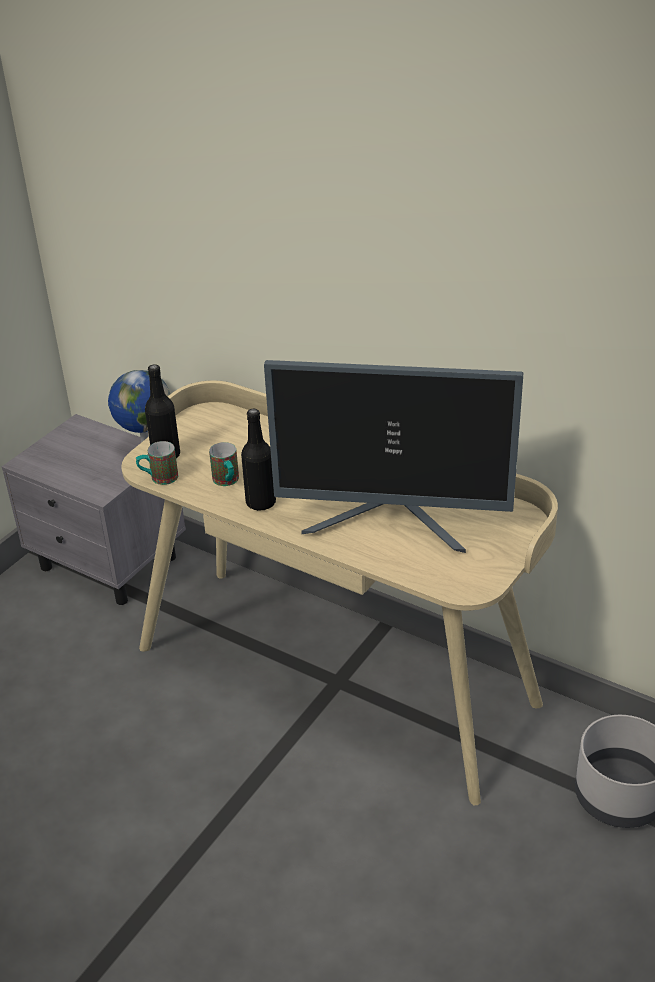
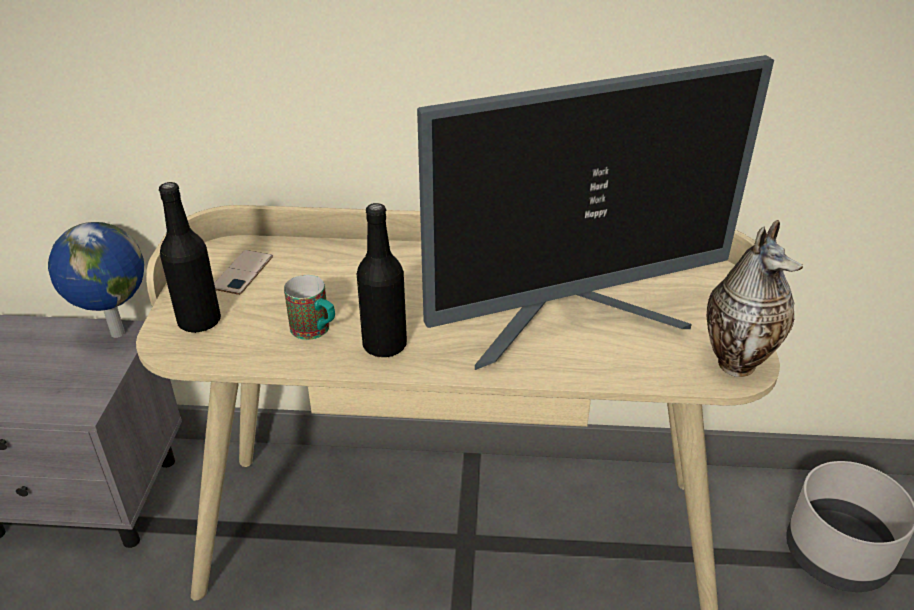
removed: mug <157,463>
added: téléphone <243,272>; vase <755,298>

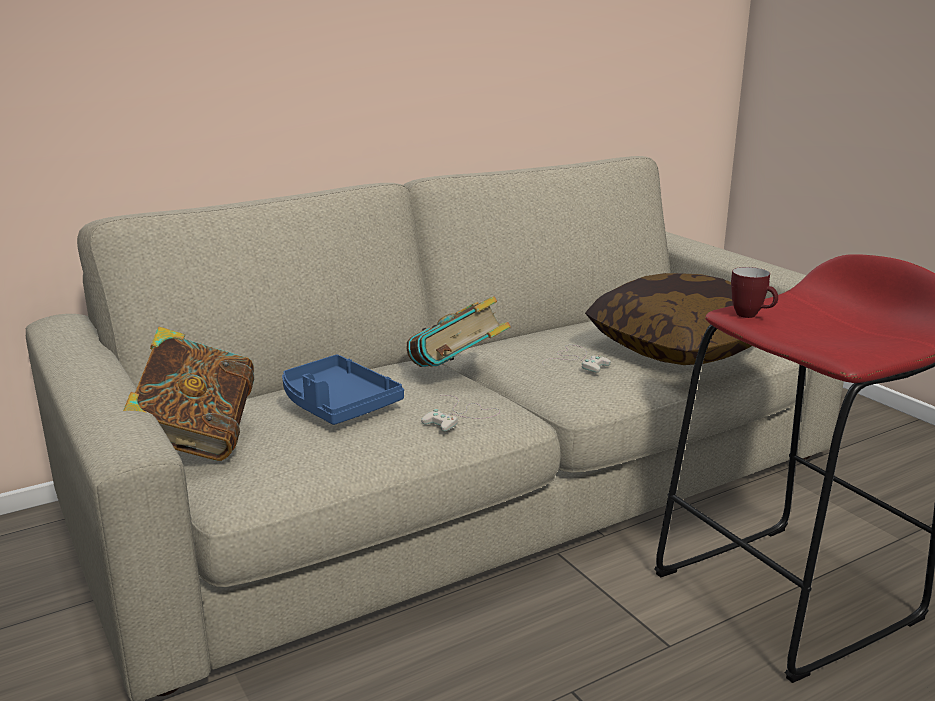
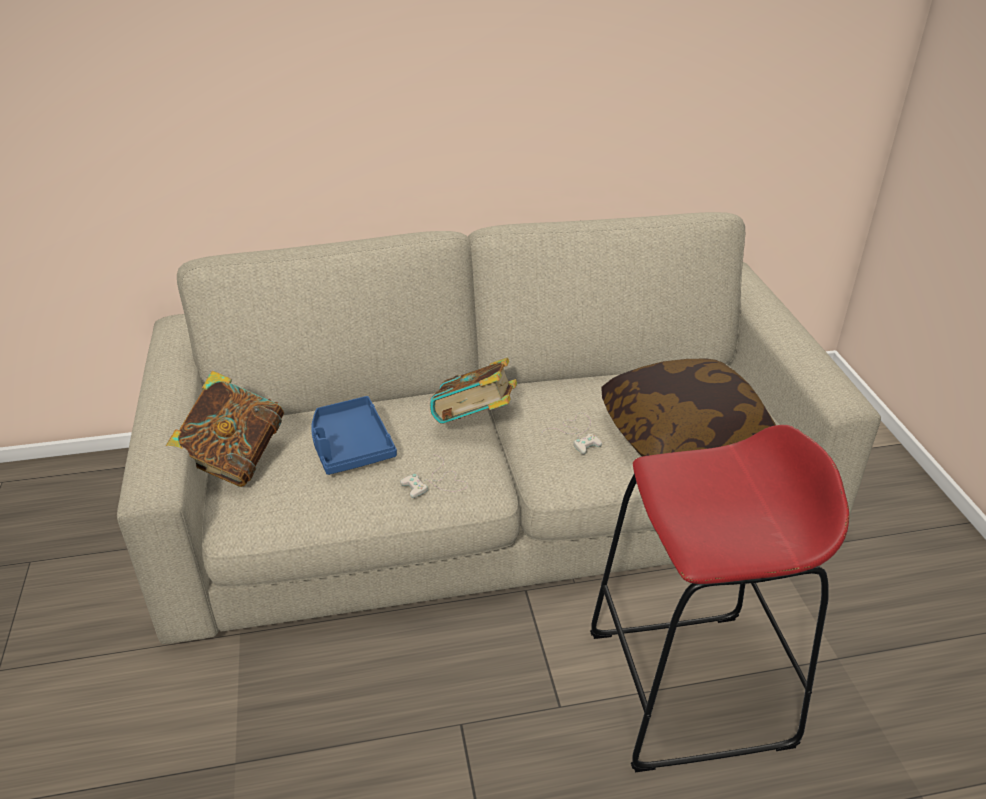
removed: mug <754,292>

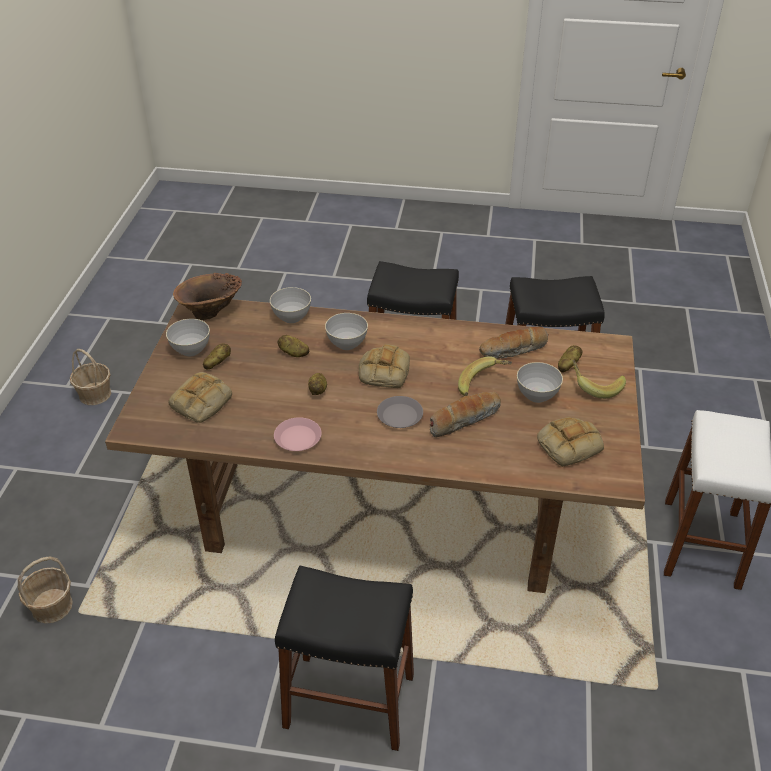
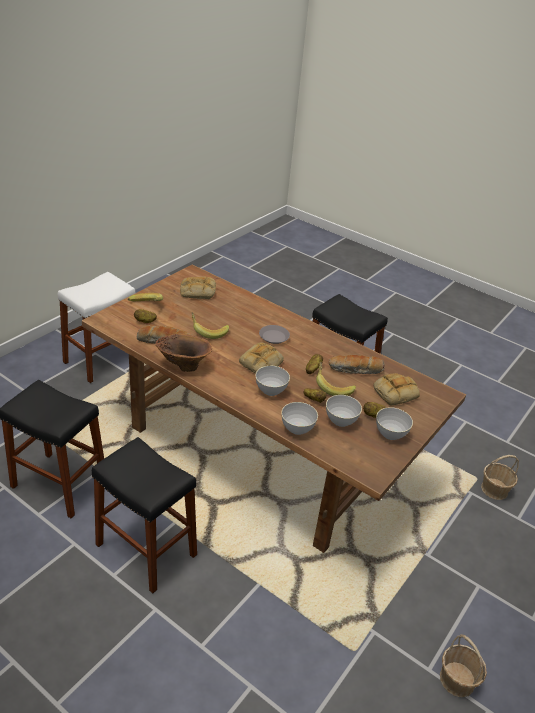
removed: assiette (rose) <298,434>
added: banane <336,379>
moved: vase (marron) <207,296> to <184,353>; pain <465,414> to <357,364>; bol (gris) <540,382> to <344,411>

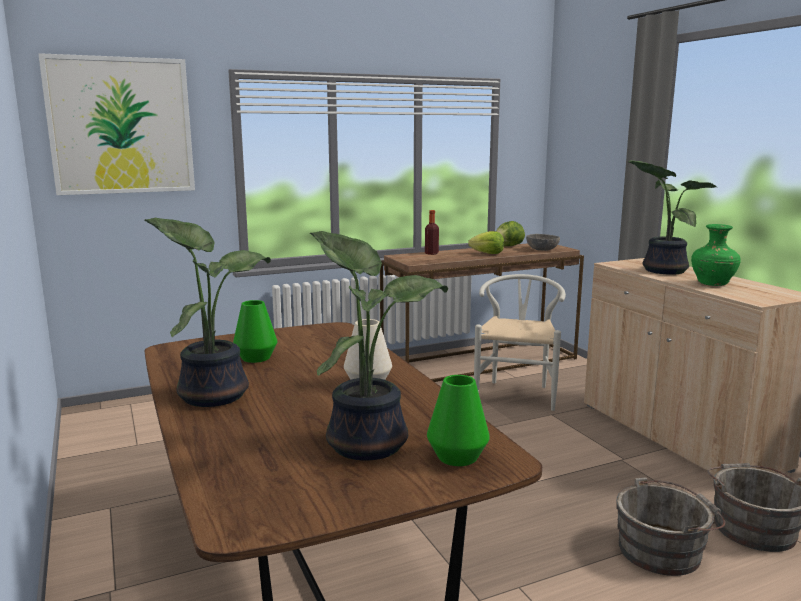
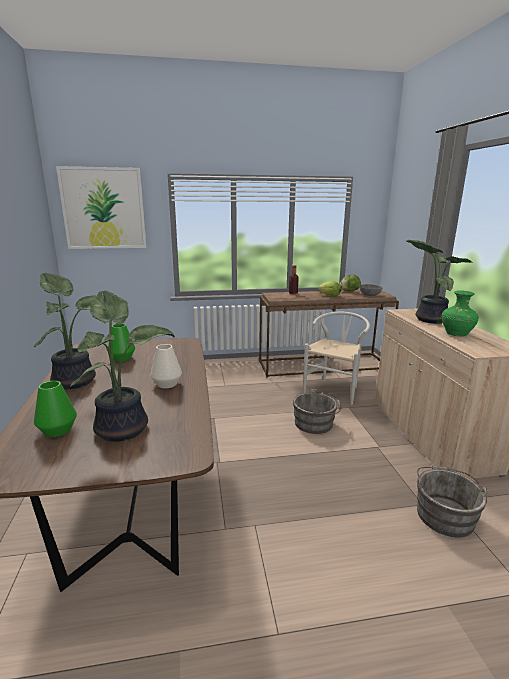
moved: vase (vert) <458,420> to <55,409>; seau (gris) <670,526> to <317,411>

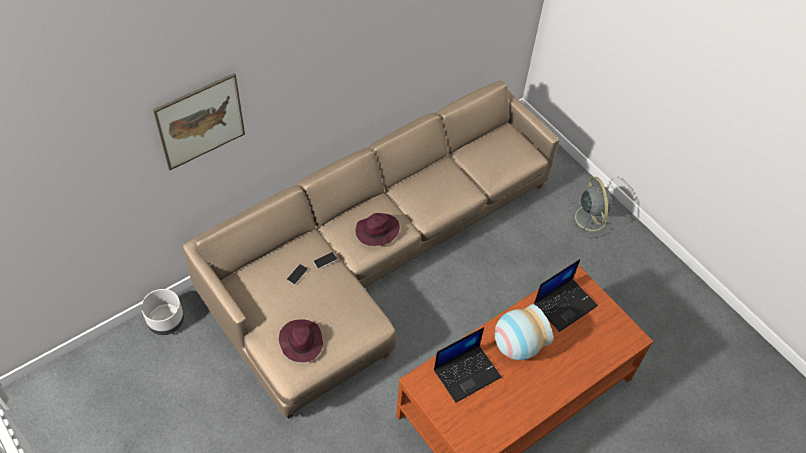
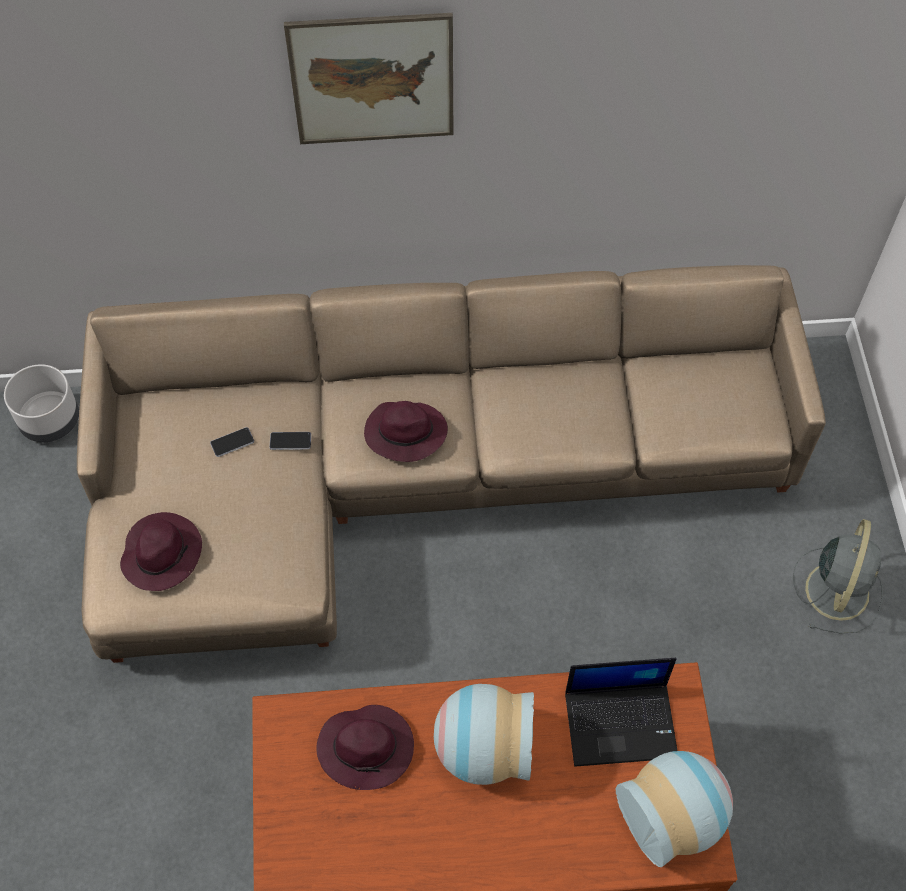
added: vase <674,809>
moved: tableau <199,121> to <368,78>
replaced: ordinateur portable <467,365> to chapeau (violet) <365,747>

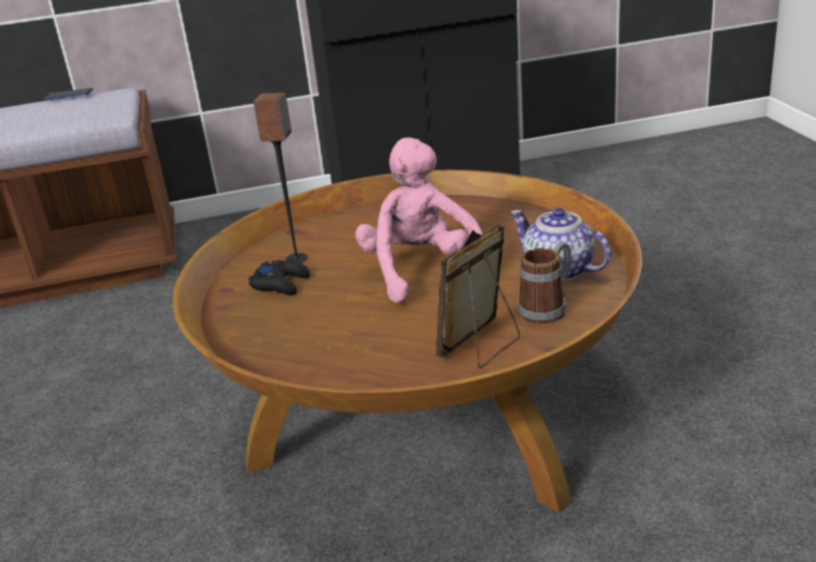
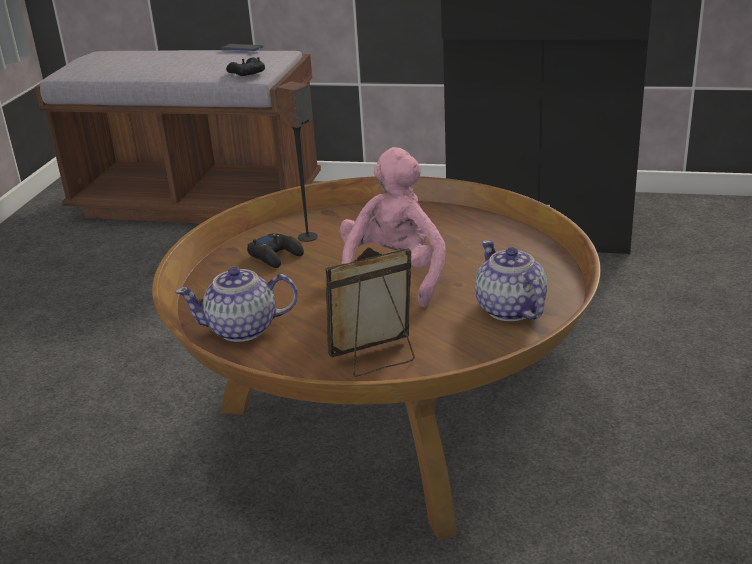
removed: mug <544,283>
added: théière <236,304>; manette (noir) <245,66>

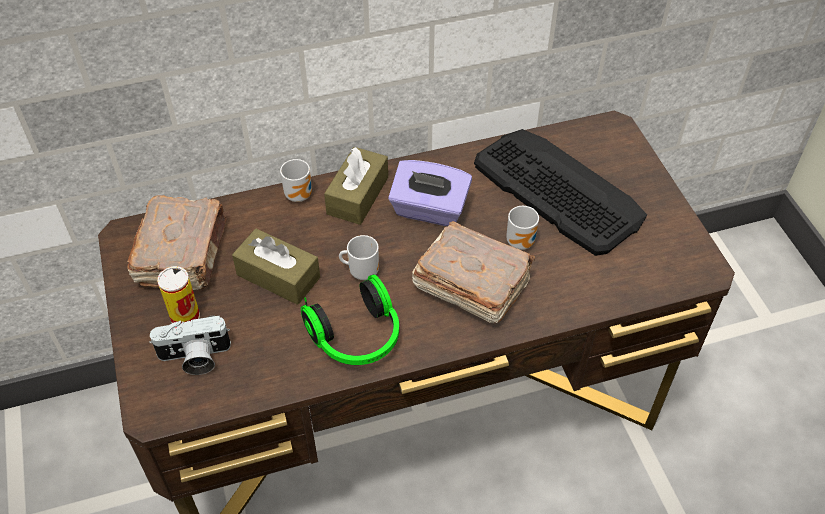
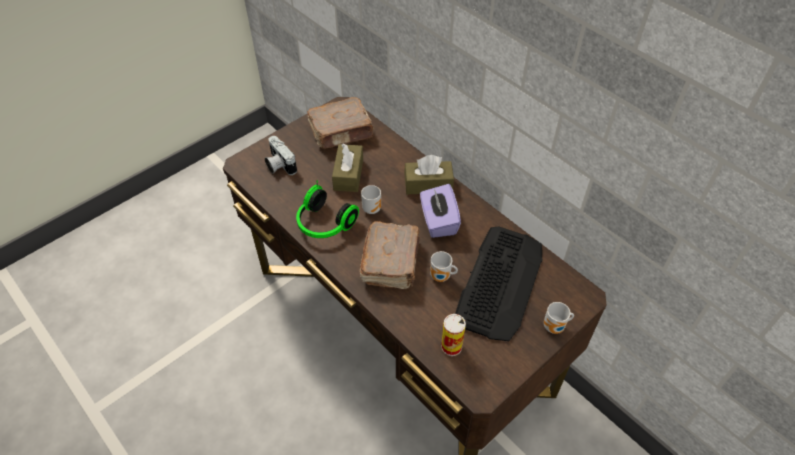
moved: boîte métallique <178,294> to <453,335>; mug <296,180> to <559,318>

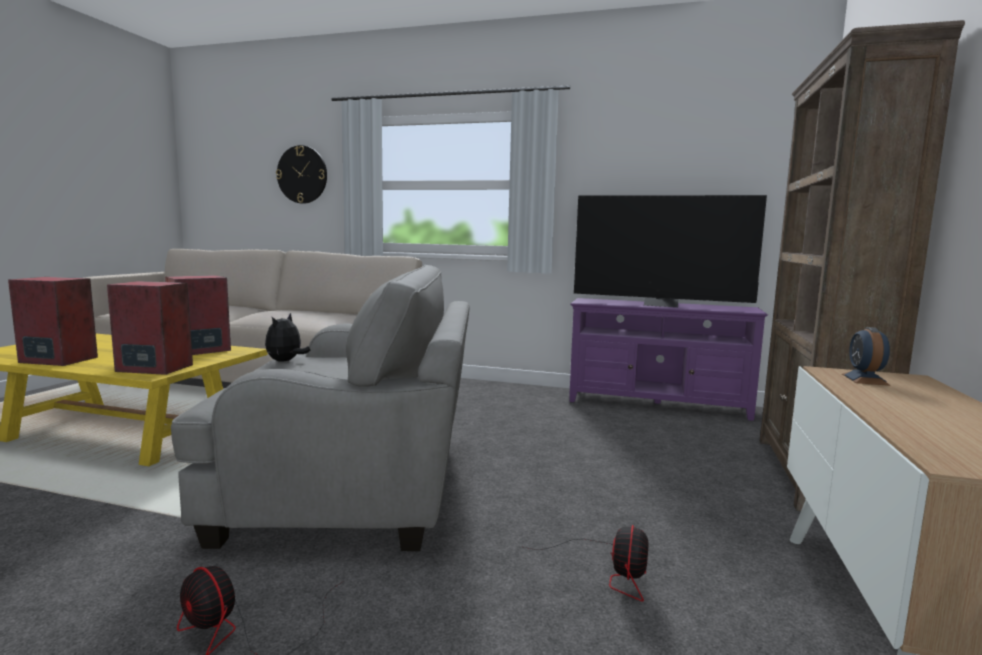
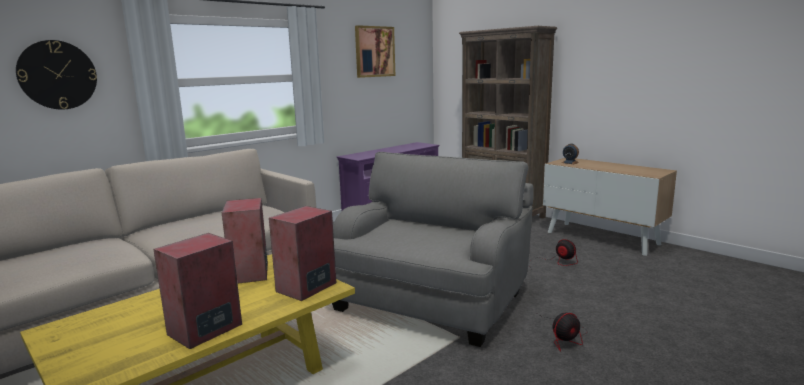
removed: peluche <287,337>; téléviseur <670,251>
added: tableau <375,51>

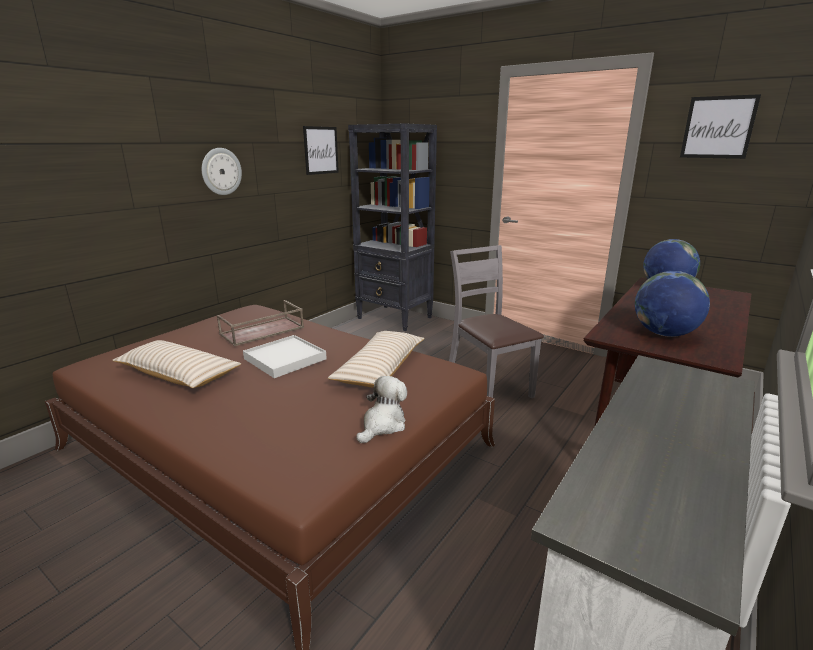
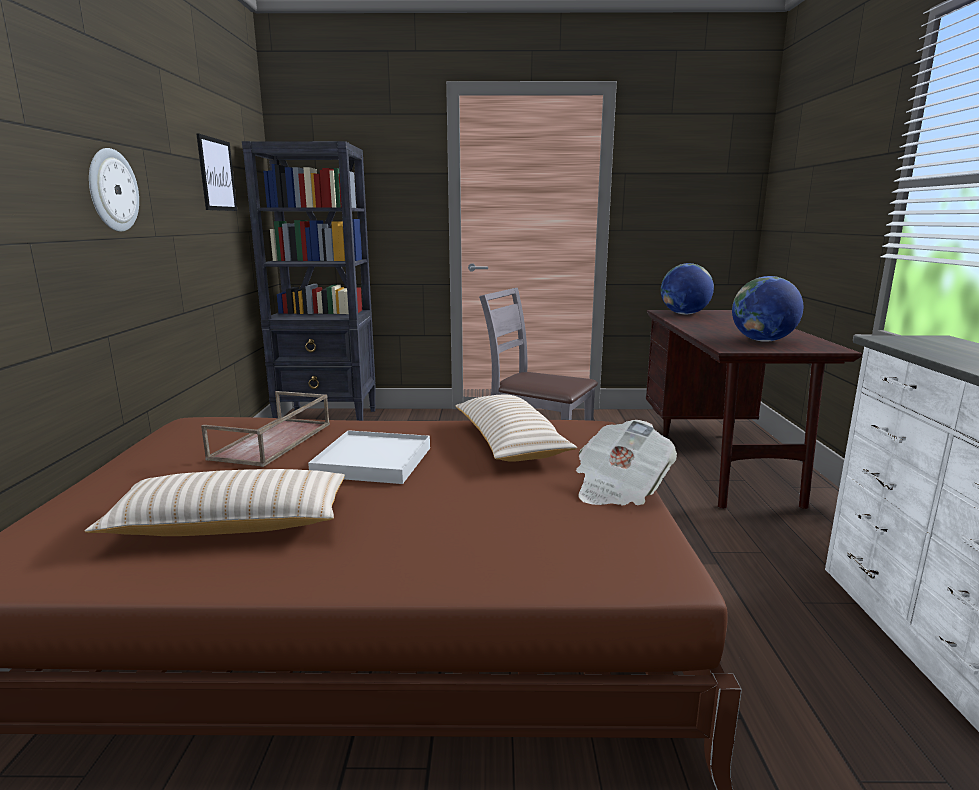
removed: tableau <720,126>
replaced: peluche <381,409> to journal <626,462>

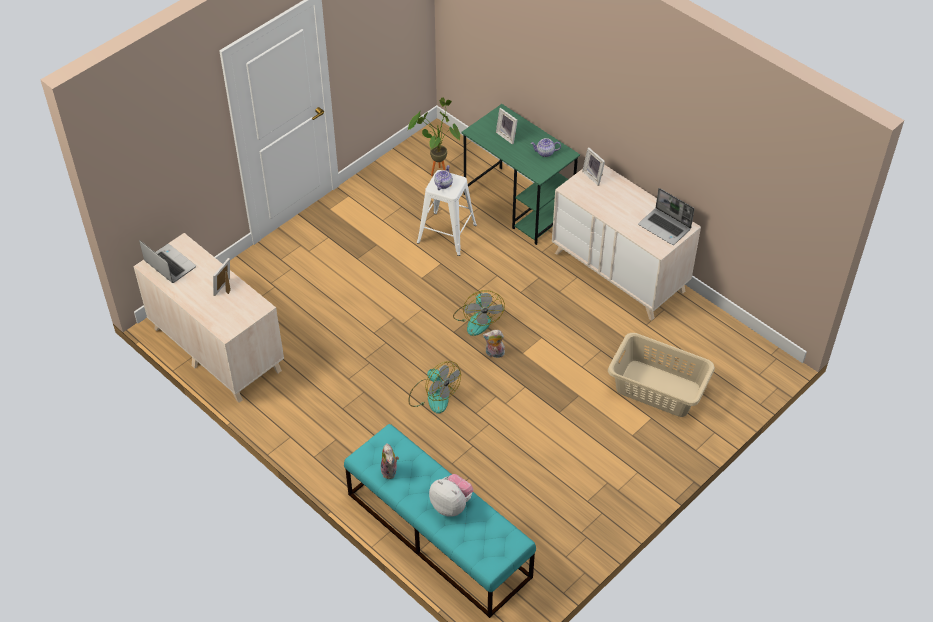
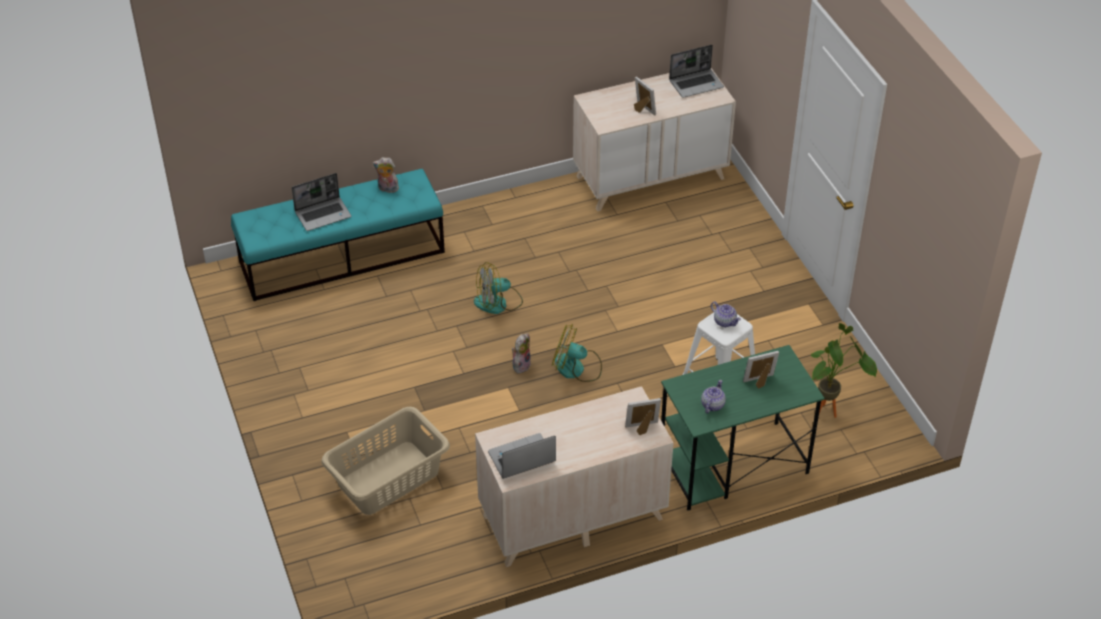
replaced: peluche <451,495> to ordinateur portable <322,202>

